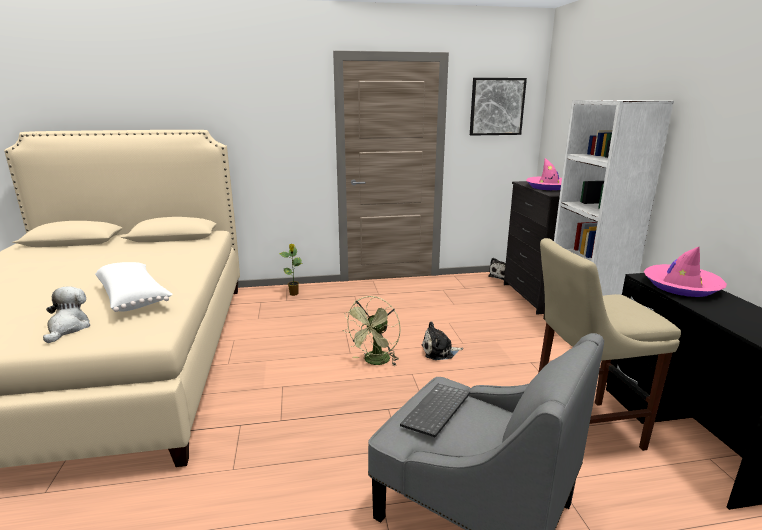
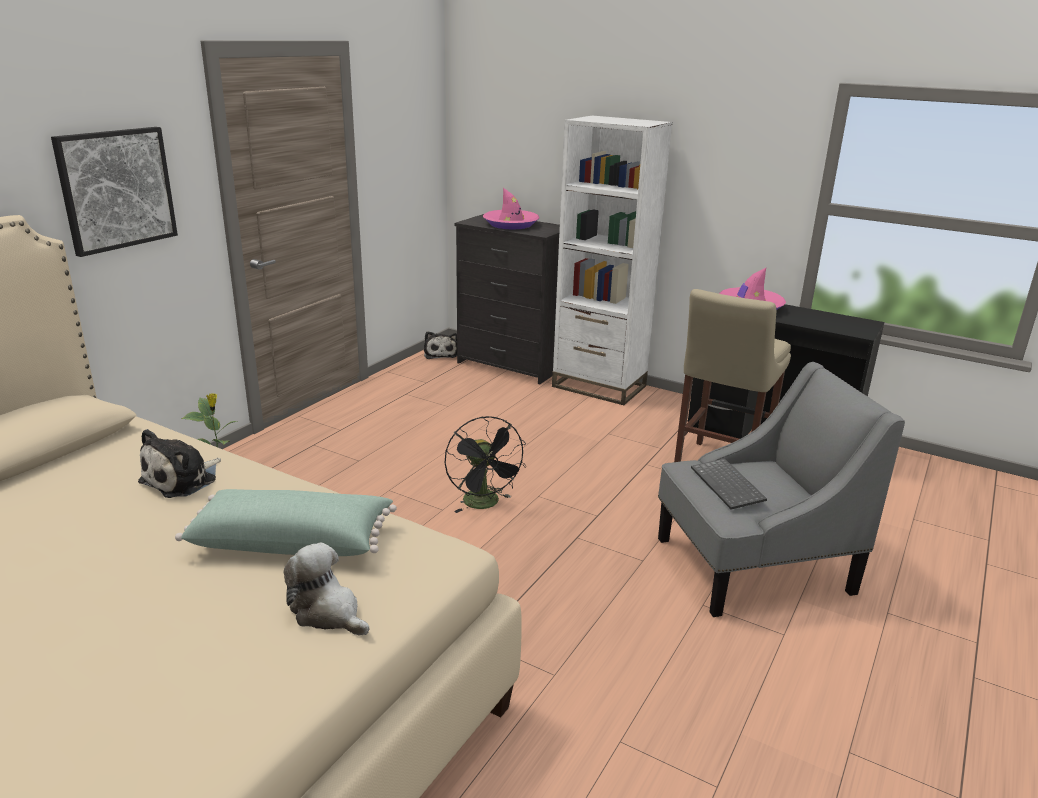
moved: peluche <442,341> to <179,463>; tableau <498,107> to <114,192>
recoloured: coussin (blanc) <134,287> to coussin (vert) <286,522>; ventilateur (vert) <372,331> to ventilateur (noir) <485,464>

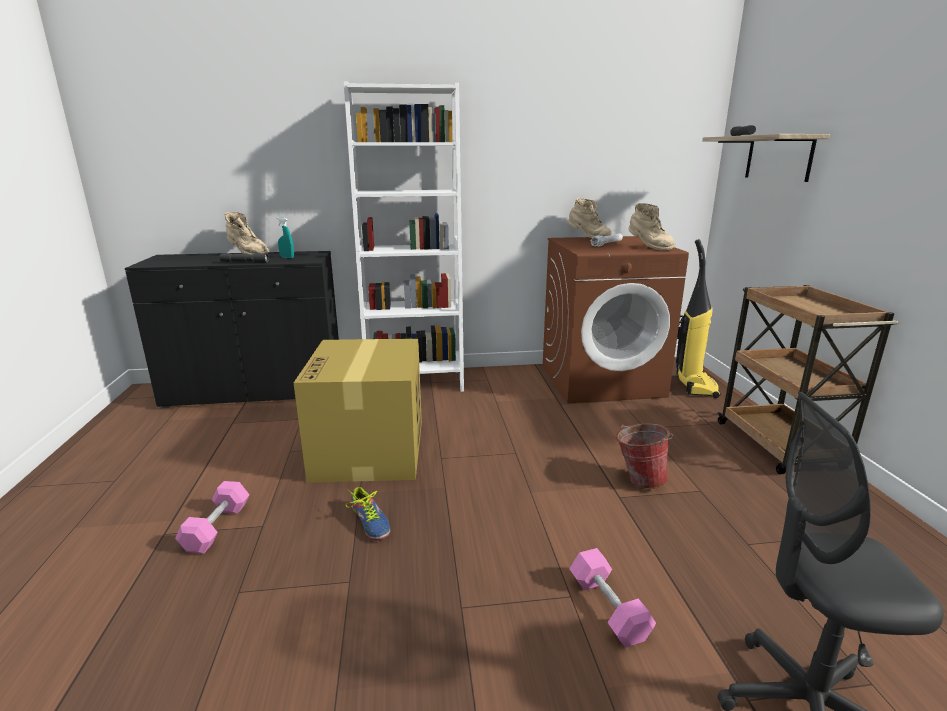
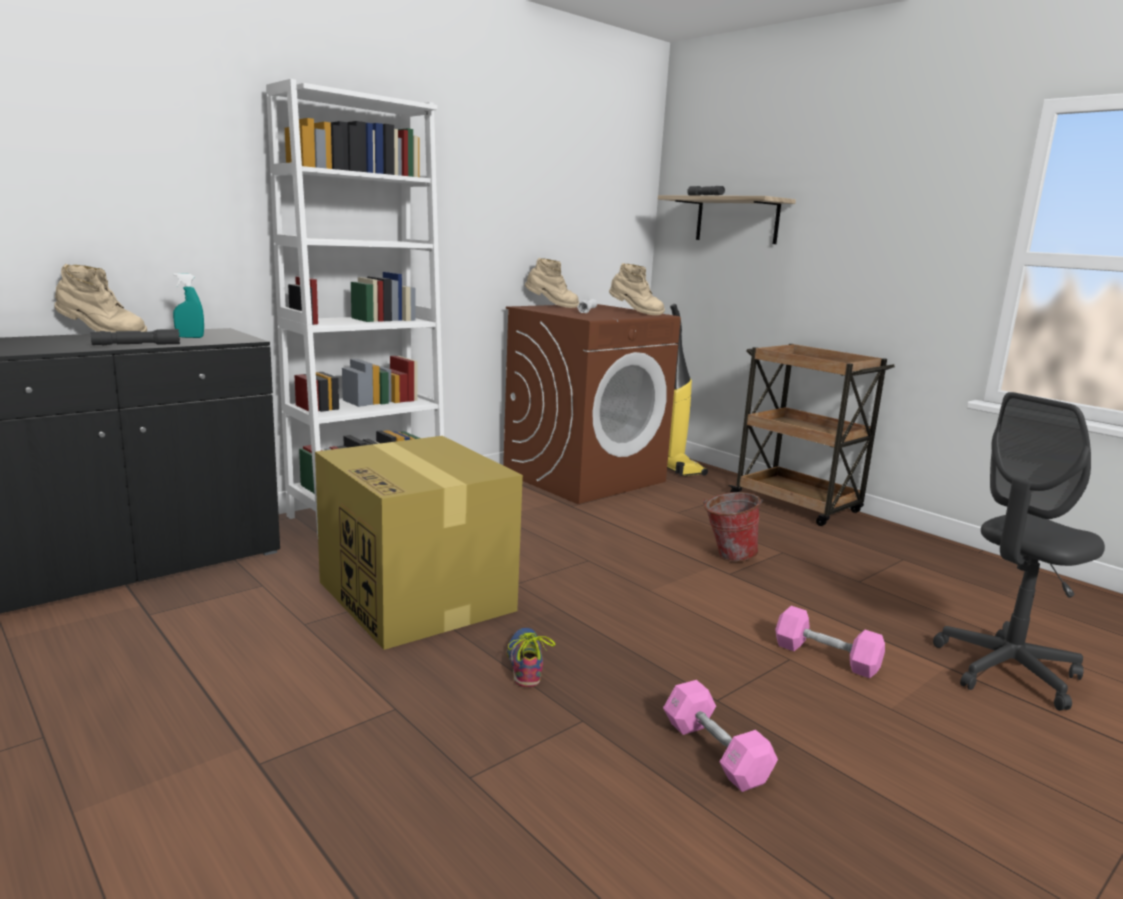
moved: haltère (rose) <212,517> to <720,736>
turned: chaussure <368,514> = <530,657> 120 degrees counterclockwise

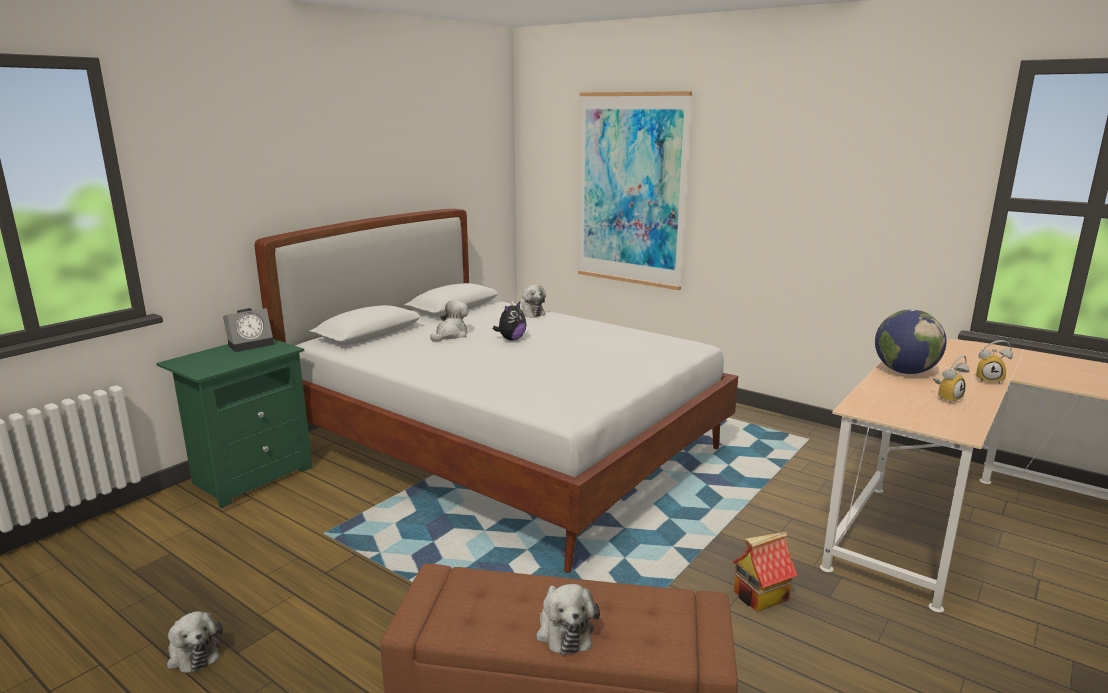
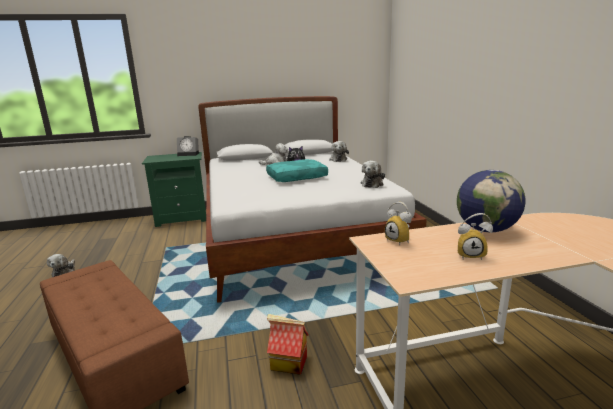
removed: tableau <635,190>
added: coussin (turquoise) <297,170>
moved: peluche <568,619> to <372,174>; réveil <994,362> to <398,223>

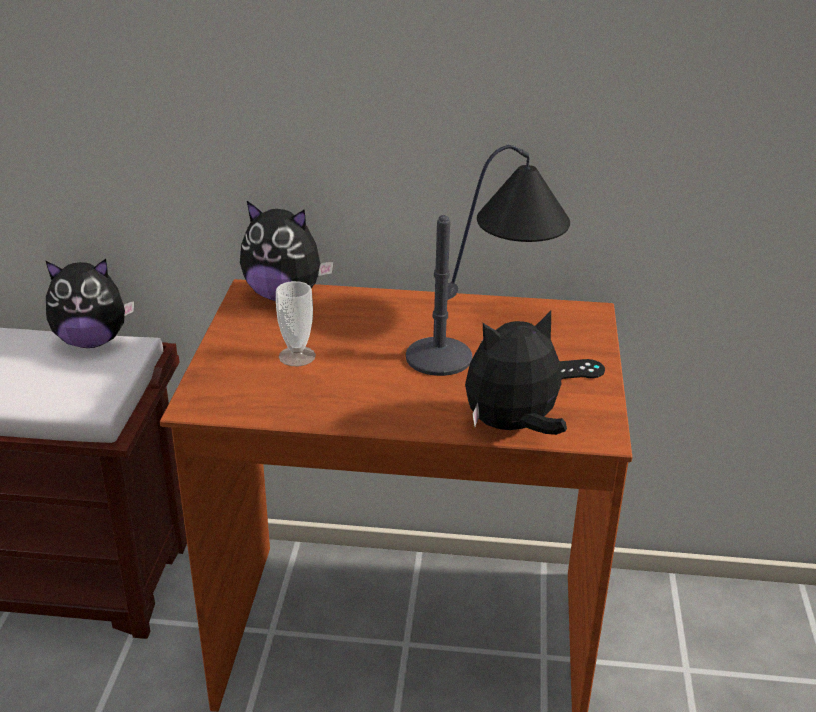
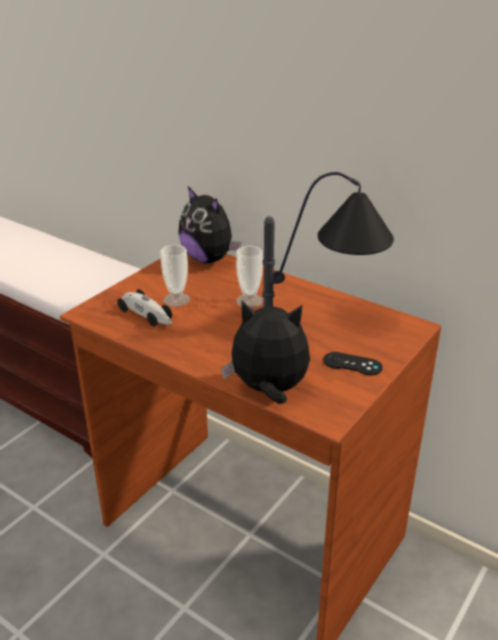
removed: peluche <90,303>
added: petite voiture <145,308>; tasse <249,277>

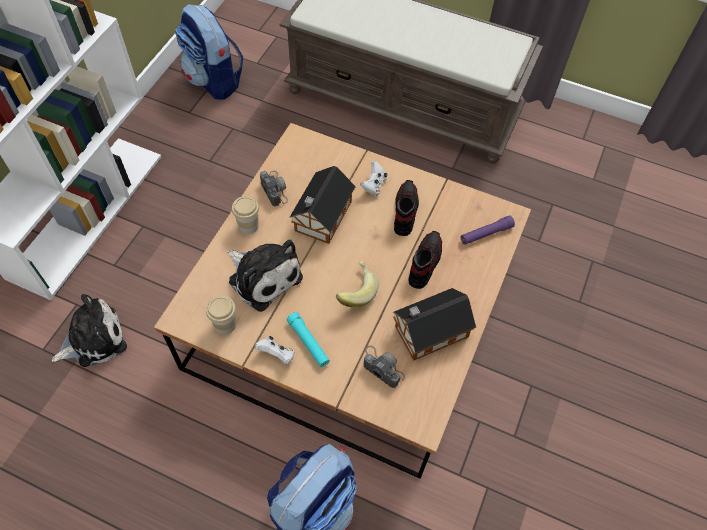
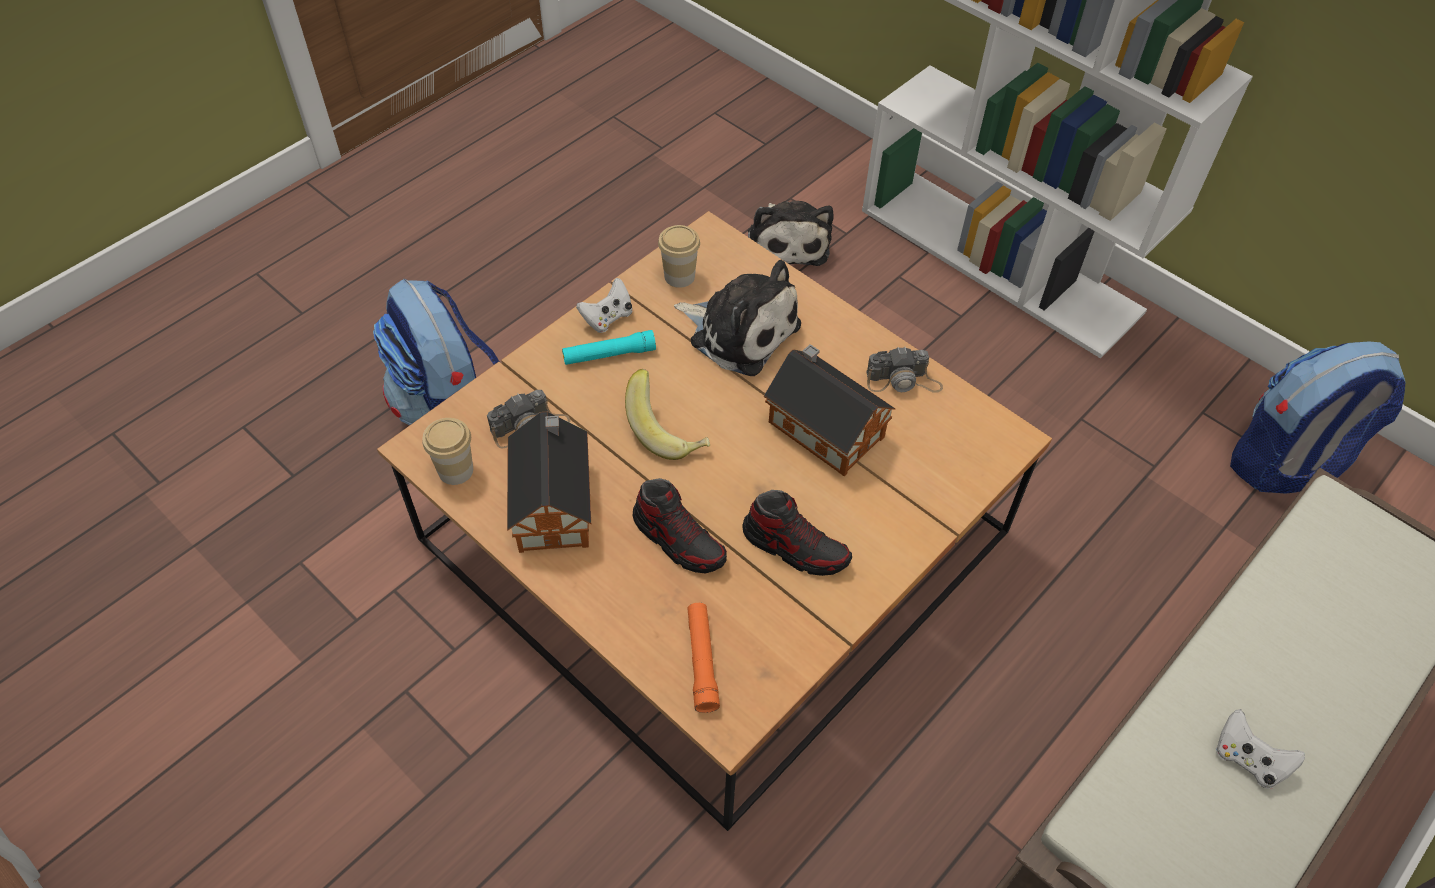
moved: tasse <245,215> to <447,451>; manette (blanc) <373,178> to <1260,749>
recoloured: lampe de poche (violet) <488,230> to lampe de poche (orange) <703,658>
turned: peluche <265,276> = <737,318> 120 degrees counterclockwise

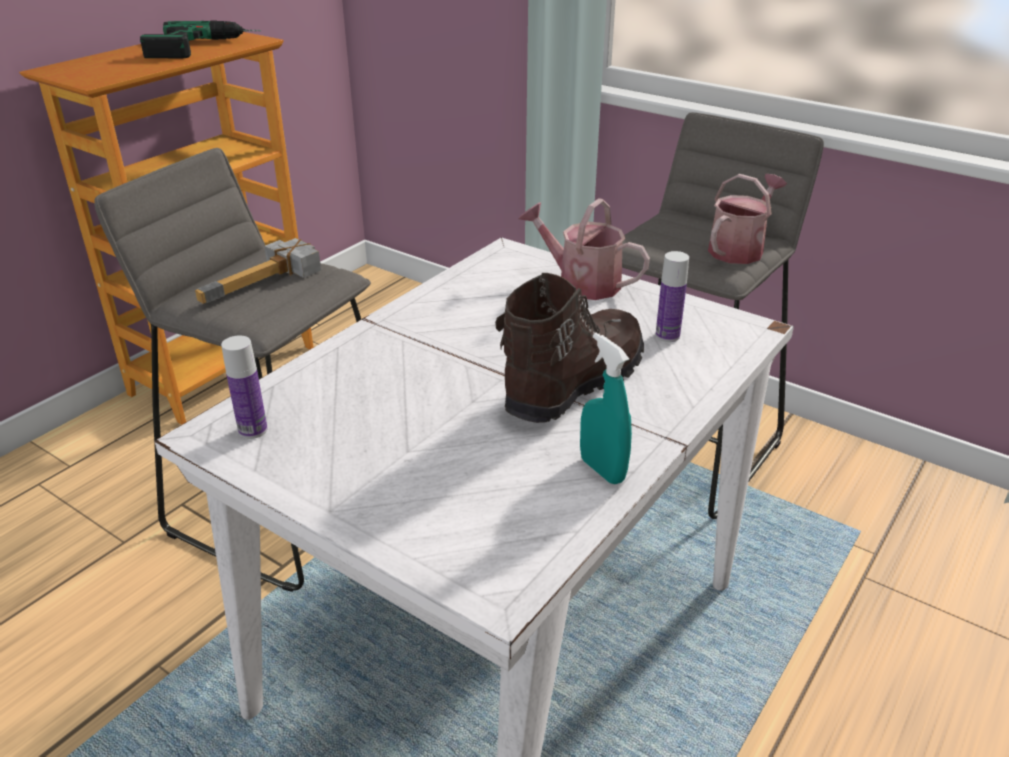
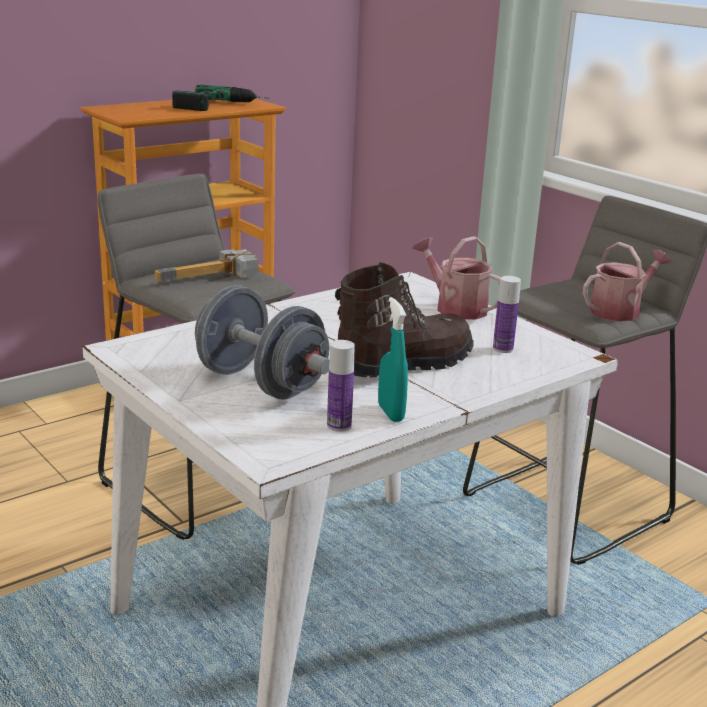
added: haltère (gris) <262,342>
moved: bouteille <244,387> to <341,386>

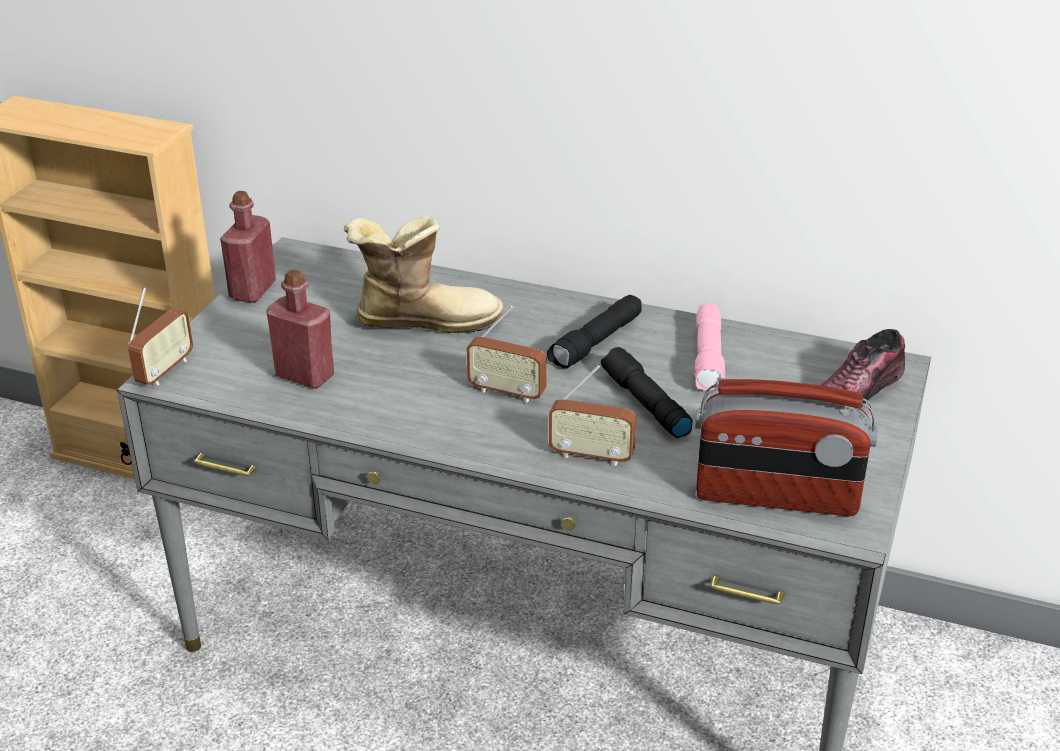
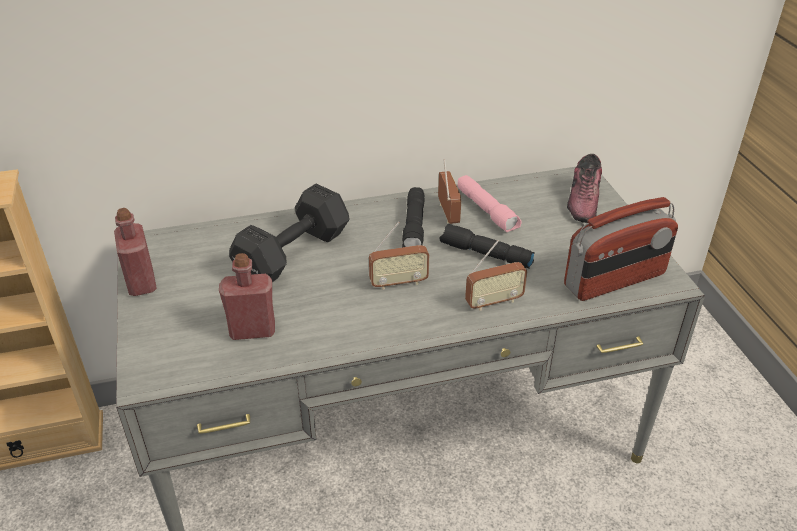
moved: radio <160,336> to <449,191>
replaced: botte <424,274> to haltère (noir) <289,233>

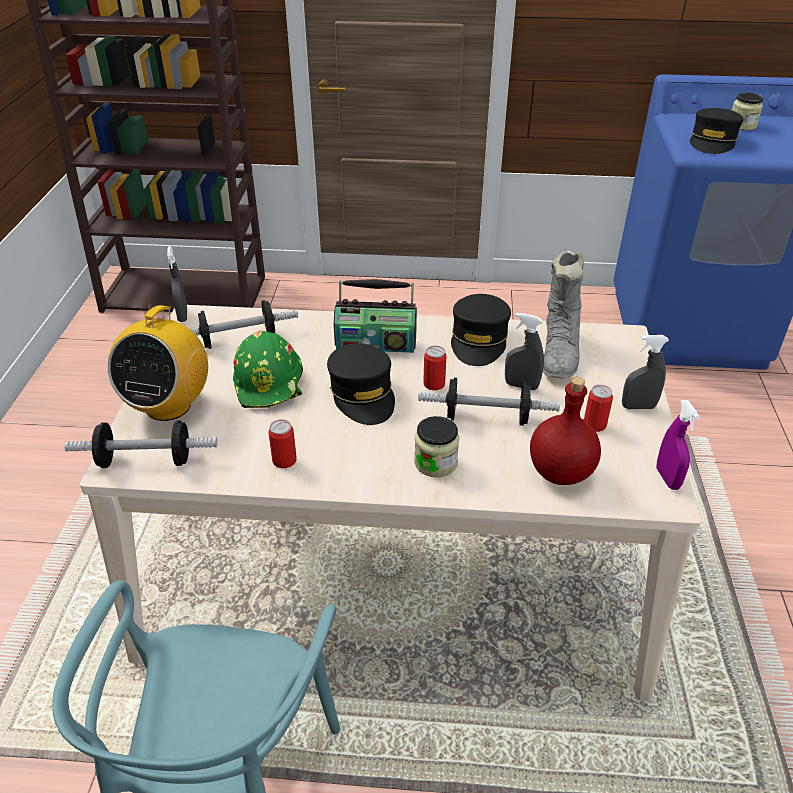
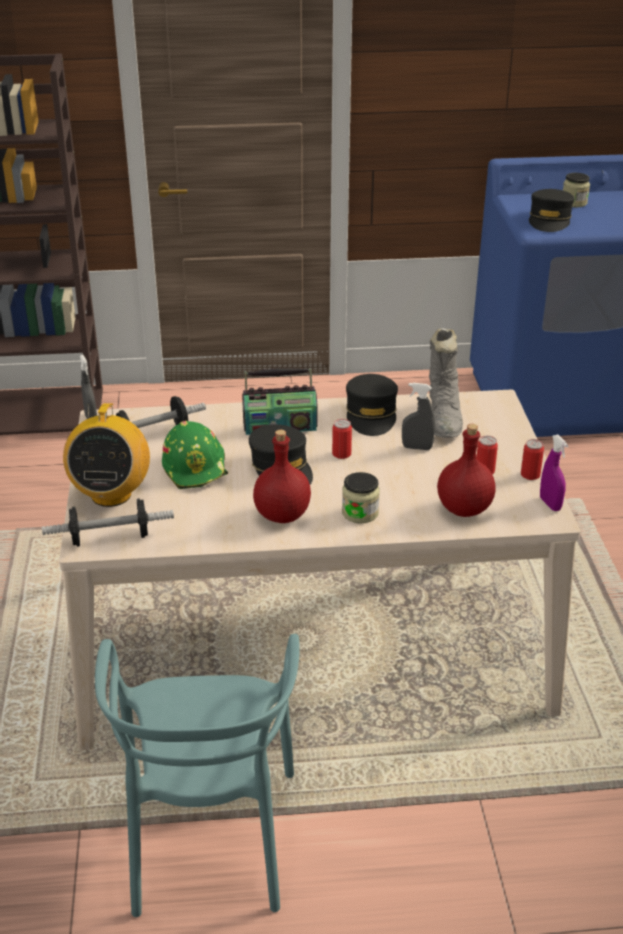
removed: haltère <489,402>; vaporisateur (gris) <645,372>
added: bouteille (rouge) <282,476>
moved: boîte métallique <283,443> to <532,459>

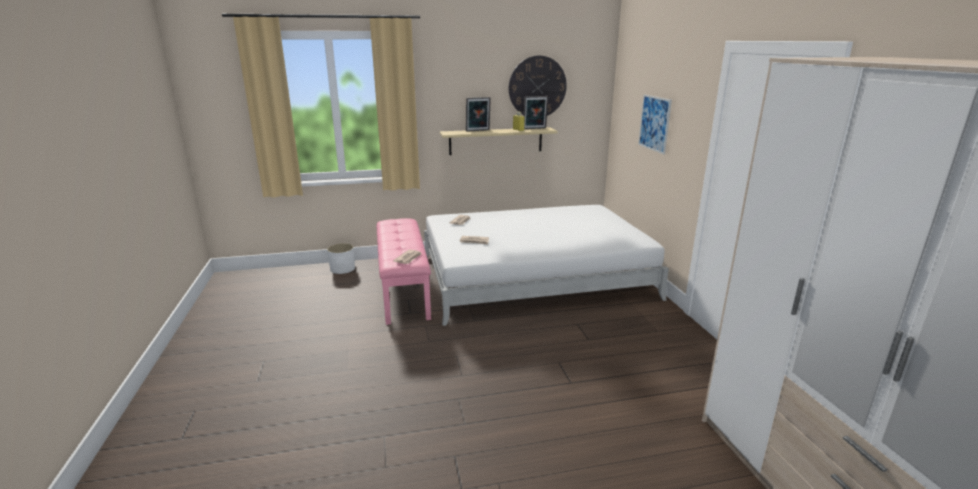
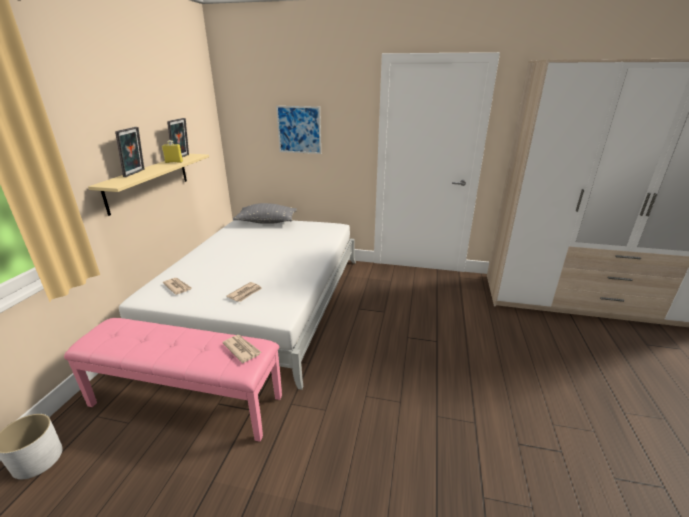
removed: horloge murale <538,86>
added: coussin (gris) <265,213>

